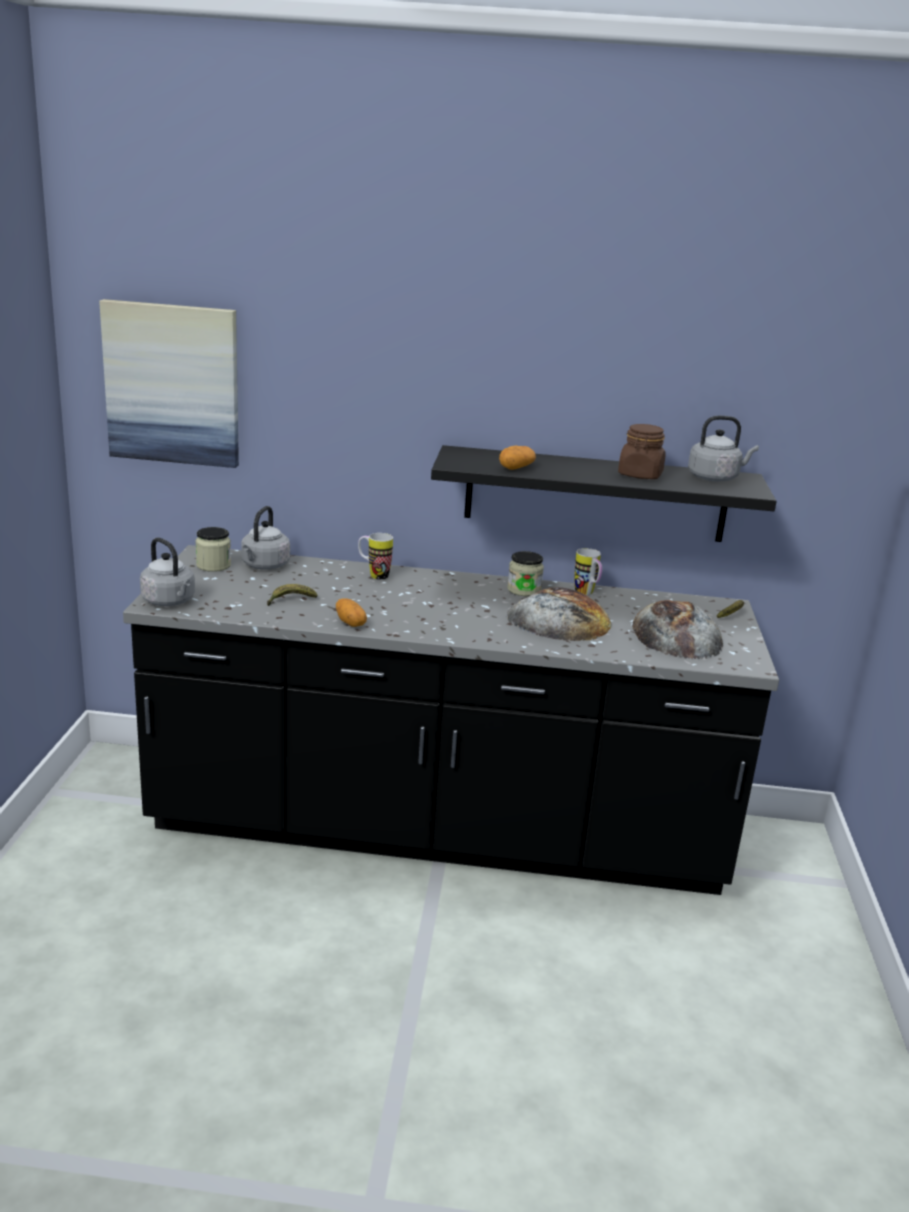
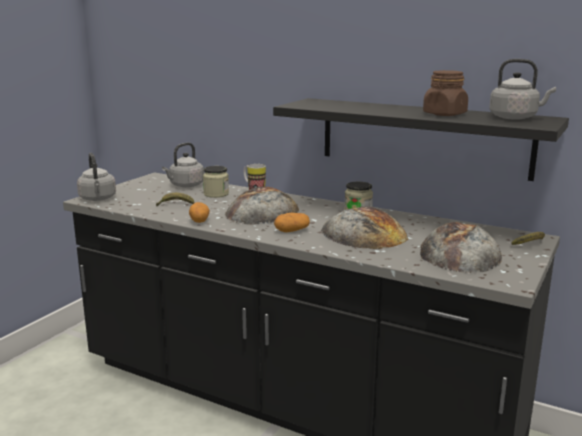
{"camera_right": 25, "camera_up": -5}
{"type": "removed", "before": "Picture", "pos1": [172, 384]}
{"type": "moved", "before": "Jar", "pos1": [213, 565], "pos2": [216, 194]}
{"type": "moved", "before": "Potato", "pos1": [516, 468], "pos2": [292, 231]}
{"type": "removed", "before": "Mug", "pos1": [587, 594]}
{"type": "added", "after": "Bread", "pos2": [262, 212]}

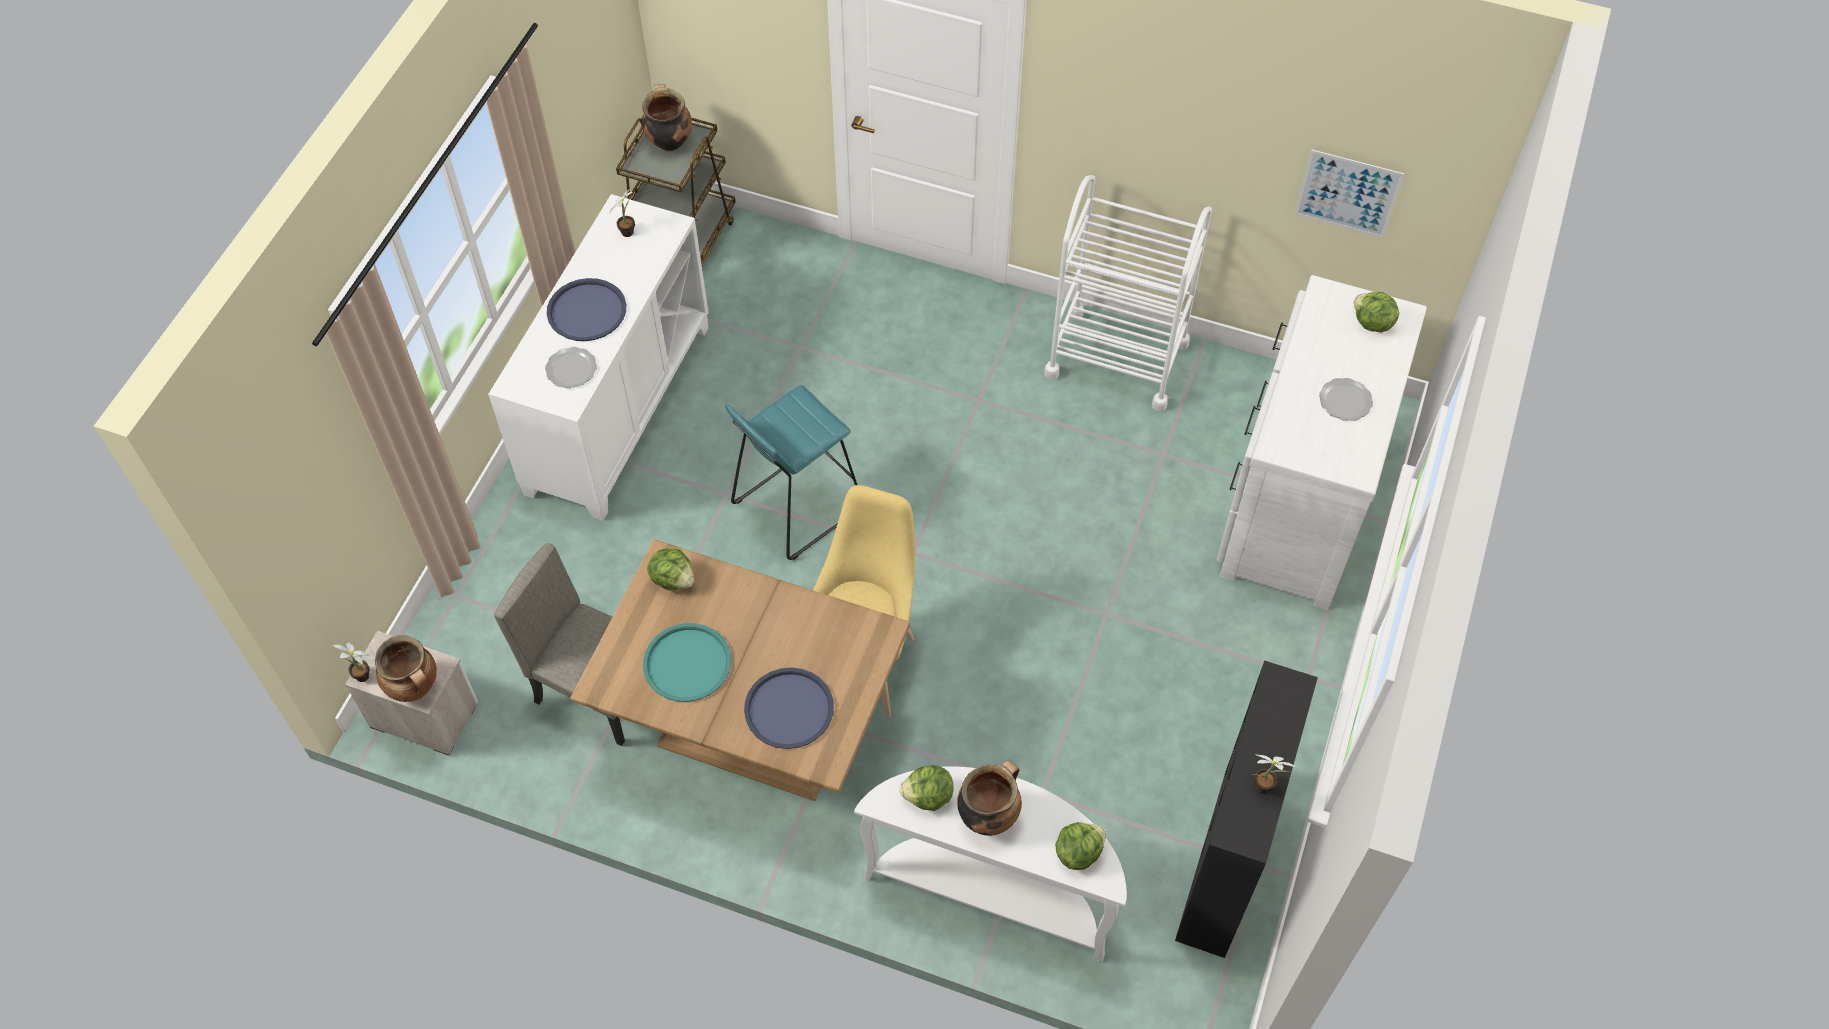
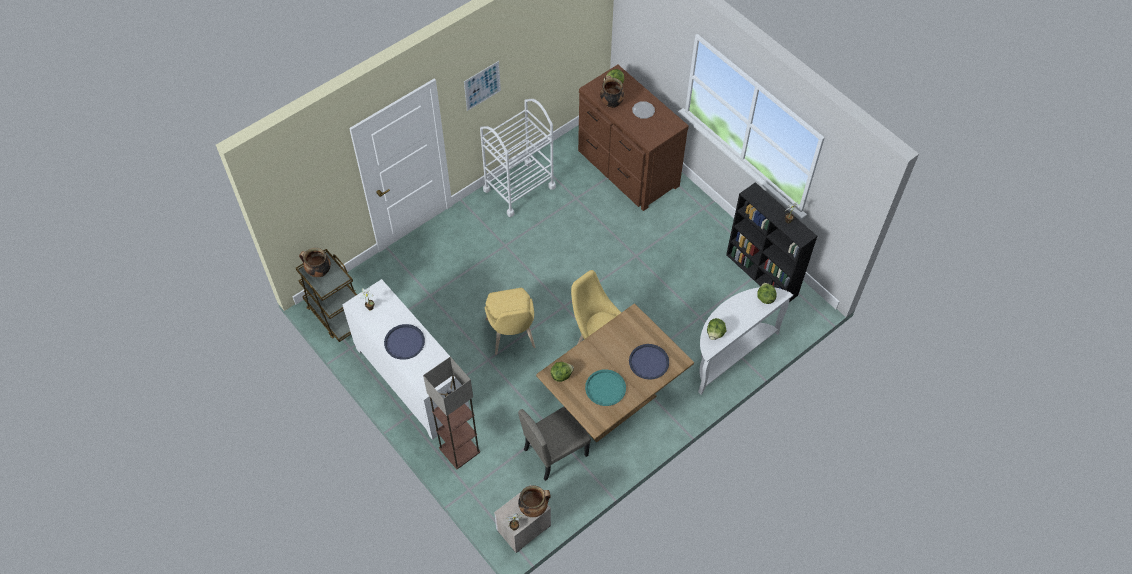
{"camera_right": -60, "camera_up": 0}
{"type": "removed", "before": "Plate", "pos1": [571, 369]}
{"type": "replaced", "before": "TurquoiseStool", "after": "YellowChair", "pos1": [796, 506], "pos2": [512, 336]}
{"type": "moved", "before": "CookingPot", "pos1": [988, 815], "pos2": [611, 102]}
{"type": "recoloured", "before": "WhiteDresser", "after": "BrownDresser", "pos1": [1295, 502], "pos2": [627, 169]}
{"type": "moved", "before": "Picture", "pos1": [1347, 193], "pos2": [482, 86]}
{"type": "added", "after": "FloorLamp", "pos2": [458, 450]}

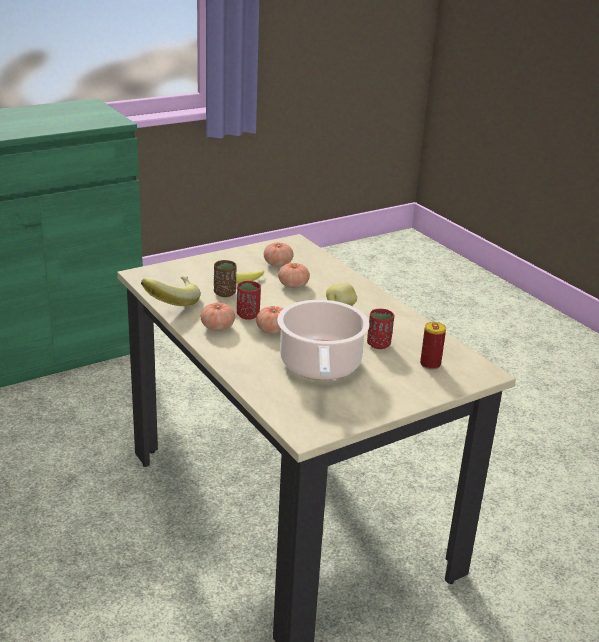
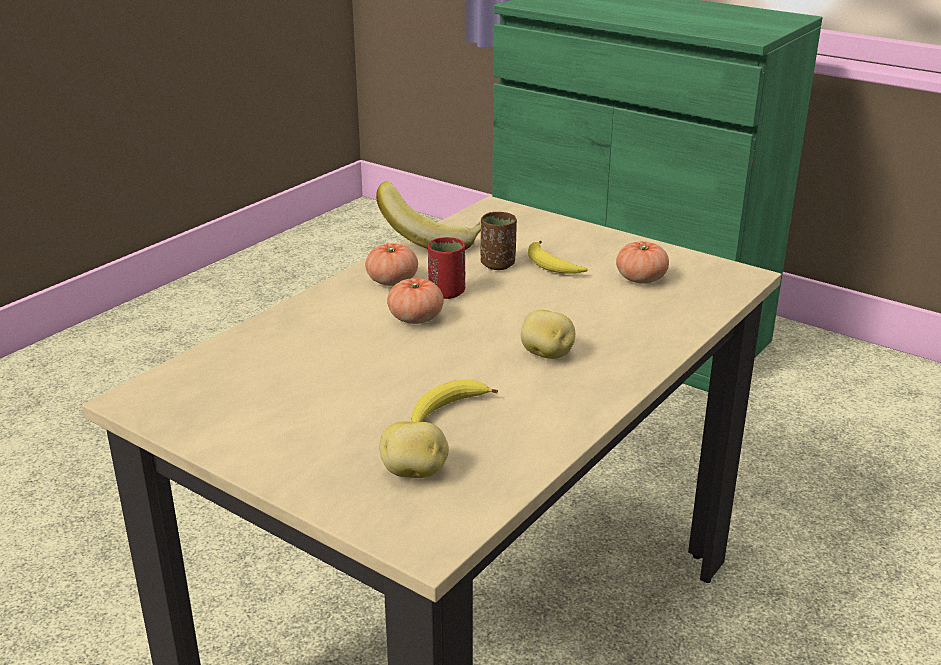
{"camera_right": 70, "camera_up": 0}
{"type": "removed", "before": "CookingPot", "pos1": [320, 366]}
{"type": "removed", "before": "Tomato", "pos1": [293, 285]}
{"type": "replaced", "before": "RedCup", "after": "Banana", "pos1": [378, 344], "pos2": [446, 410]}
{"type": "replaced", "before": "Can", "after": "Potato", "pos1": [430, 364], "pos2": [415, 472]}

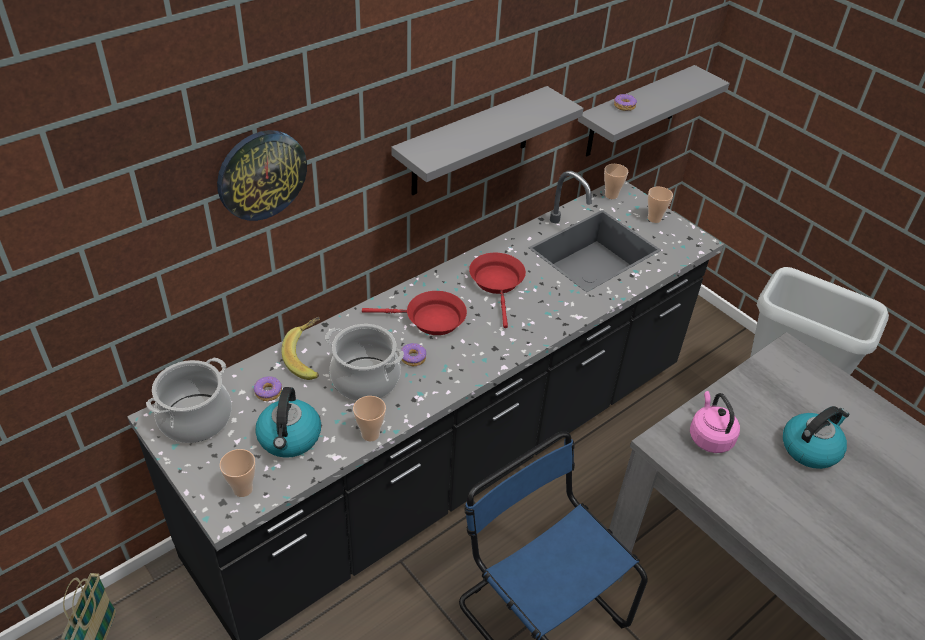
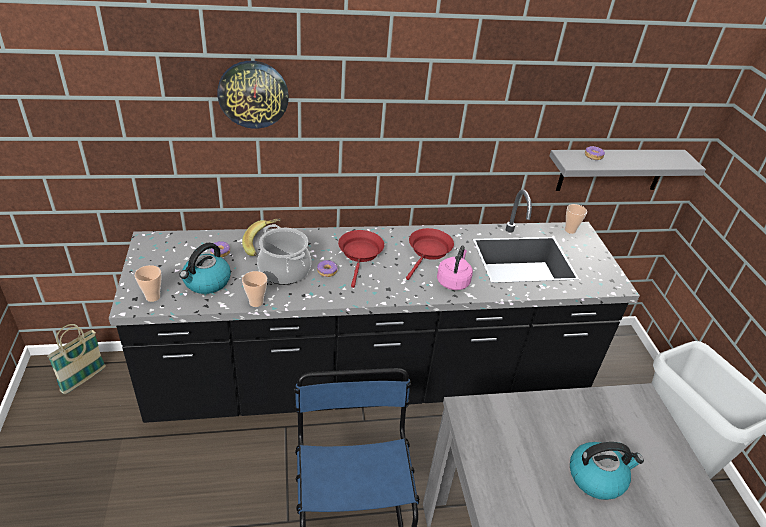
{"camera_right": 30, "camera_up": -5}
{"type": "removed", "before": "CookingPot", "pos1": [195, 419]}
{"type": "turned", "before": "RedFryingPan", "pos1": [430, 319], "pos2": [360, 254], "turn": -120}
{"type": "removed", "before": "GreyShelf", "pos1": [471, 142]}
{"type": "removed", "before": "Cup", "pos1": [654, 218]}
{"type": "moved", "before": "PinkKettle", "pos1": [709, 437], "pos2": [453, 281]}

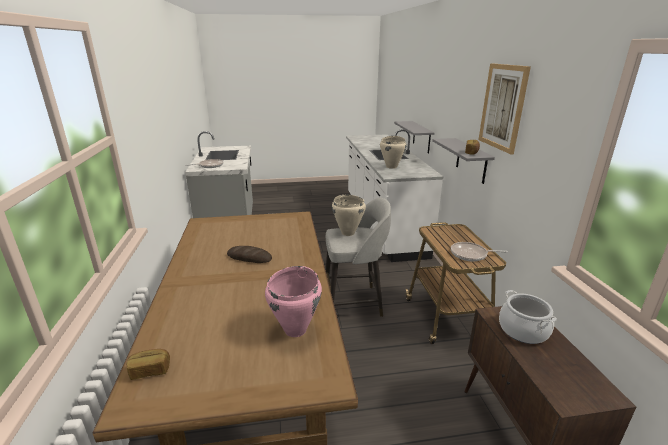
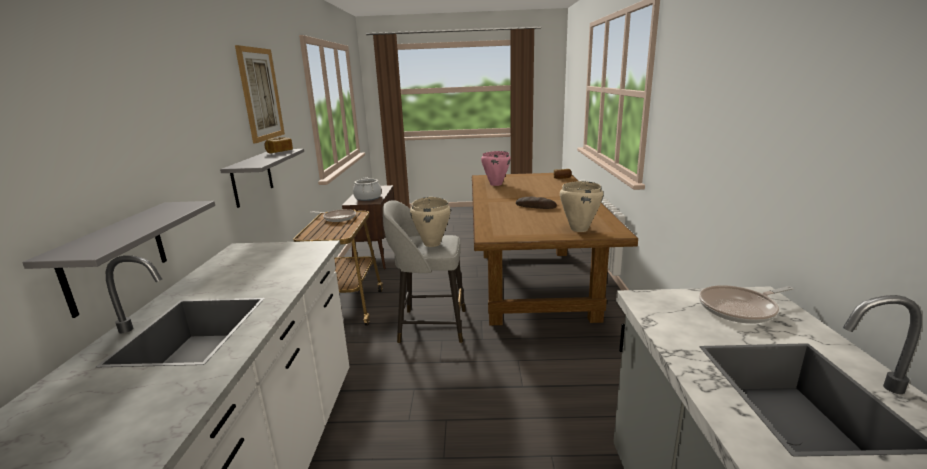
{"camera_right": -170, "camera_up": -5}
{"type": "moved", "before": "BeigeCookingPot", "pos1": [391, 167], "pos2": [579, 229]}

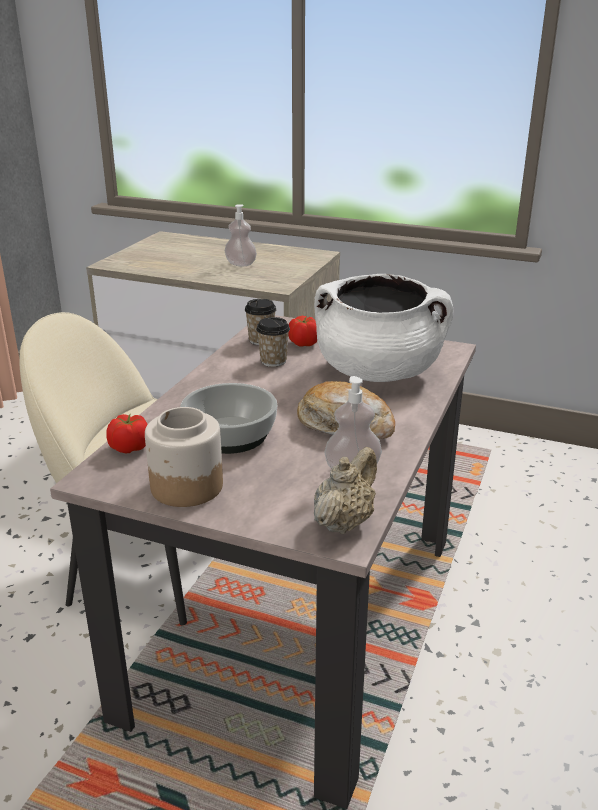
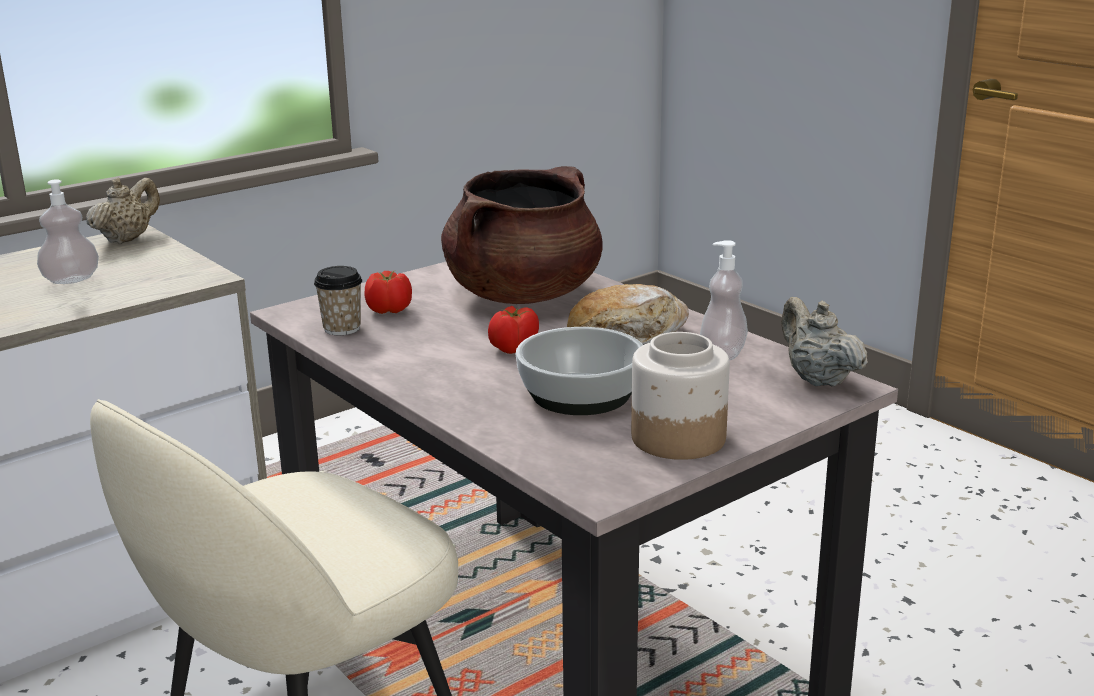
{"camera_right": -60, "camera_up": -5}
{"type": "moved", "before": "Tomato", "pos1": [130, 448], "pos2": [513, 349]}
{"type": "removed", "before": "Cup", "pos1": [273, 361]}
{"type": "recoloured", "before": "WhiteCookingPot", "after": "BrownCookingPot", "pos1": [378, 372], "pos2": [523, 295]}
{"type": "added", "after": "BeigeTeapot", "pos2": [127, 239]}

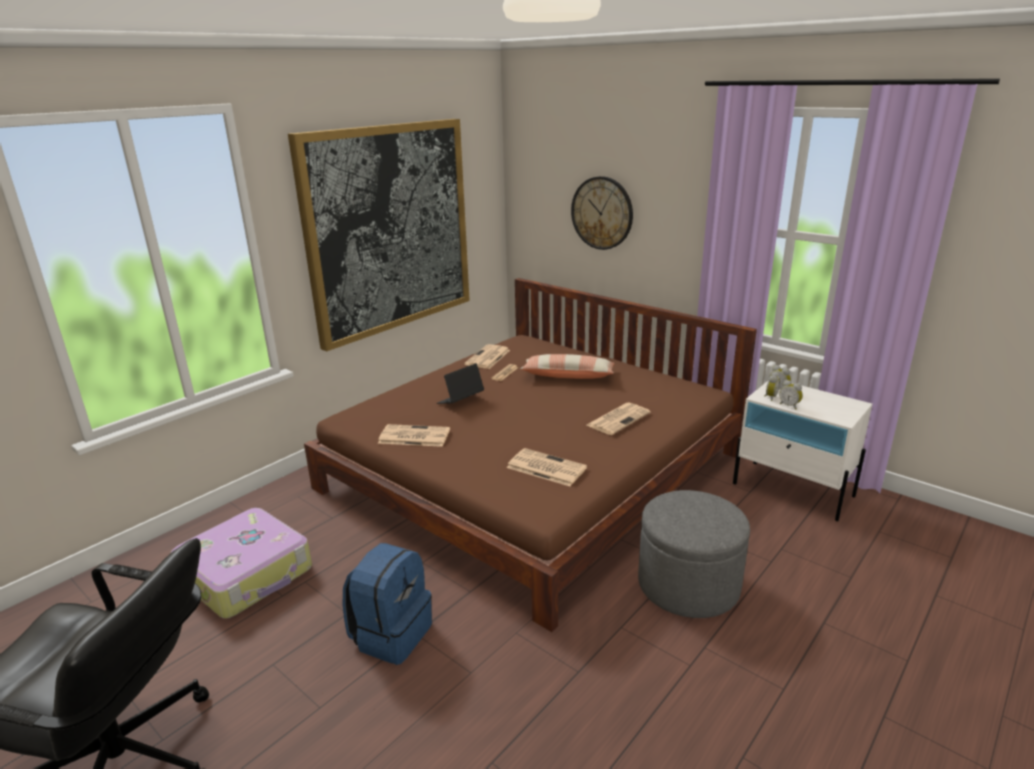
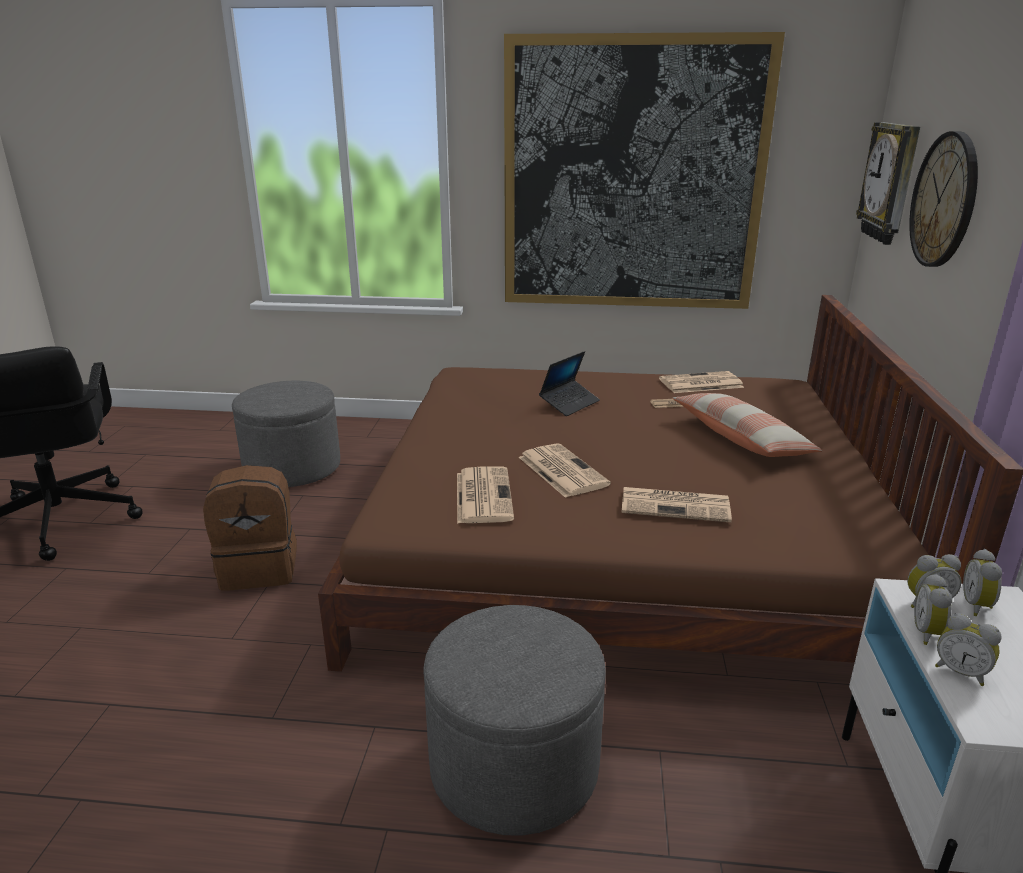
{"camera_right": 55, "camera_up": 0}
{"type": "replaced", "before": "Suitcase", "after": "GreyOttoman", "pos1": [248, 574], "pos2": [292, 468]}
{"type": "recoloured", "before": "BlueBackpack", "after": "BrownBackpack", "pos1": [391, 634], "pos2": [260, 568]}
{"type": "moved", "before": "Newspaper", "pos1": [413, 436], "pos2": [561, 470]}
{"type": "turned", "before": "Laptop", "pos1": [460, 401], "pos2": [569, 403], "turn": 120}
{"type": "added", "after": "WallClock", "pos2": [890, 182]}
{"type": "added", "after": "AlarmClock", "pos2": [960, 672]}

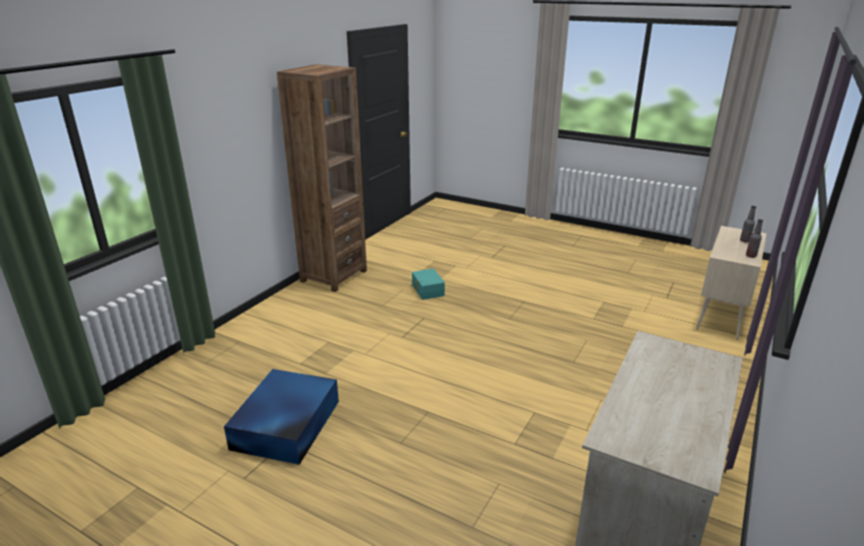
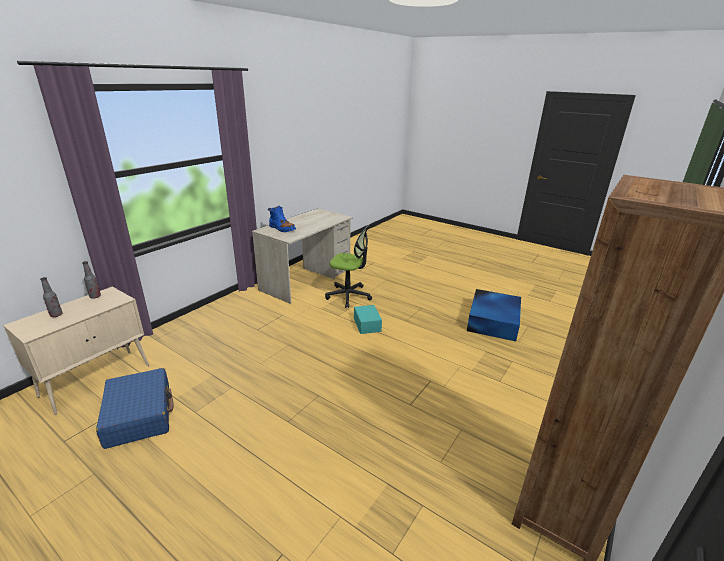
{"camera_right": -175, "camera_up": 0}
{"type": "moved", "before": "TurquoiseStorageBox", "pos1": [427, 290], "pos2": [368, 324]}
{"type": "added", "after": "BlueSuitcase", "pos2": [139, 415]}
{"type": "added", "after": "BlueBoot", "pos2": [282, 229]}
{"type": "added", "after": "OfficeChair", "pos2": [348, 296]}

